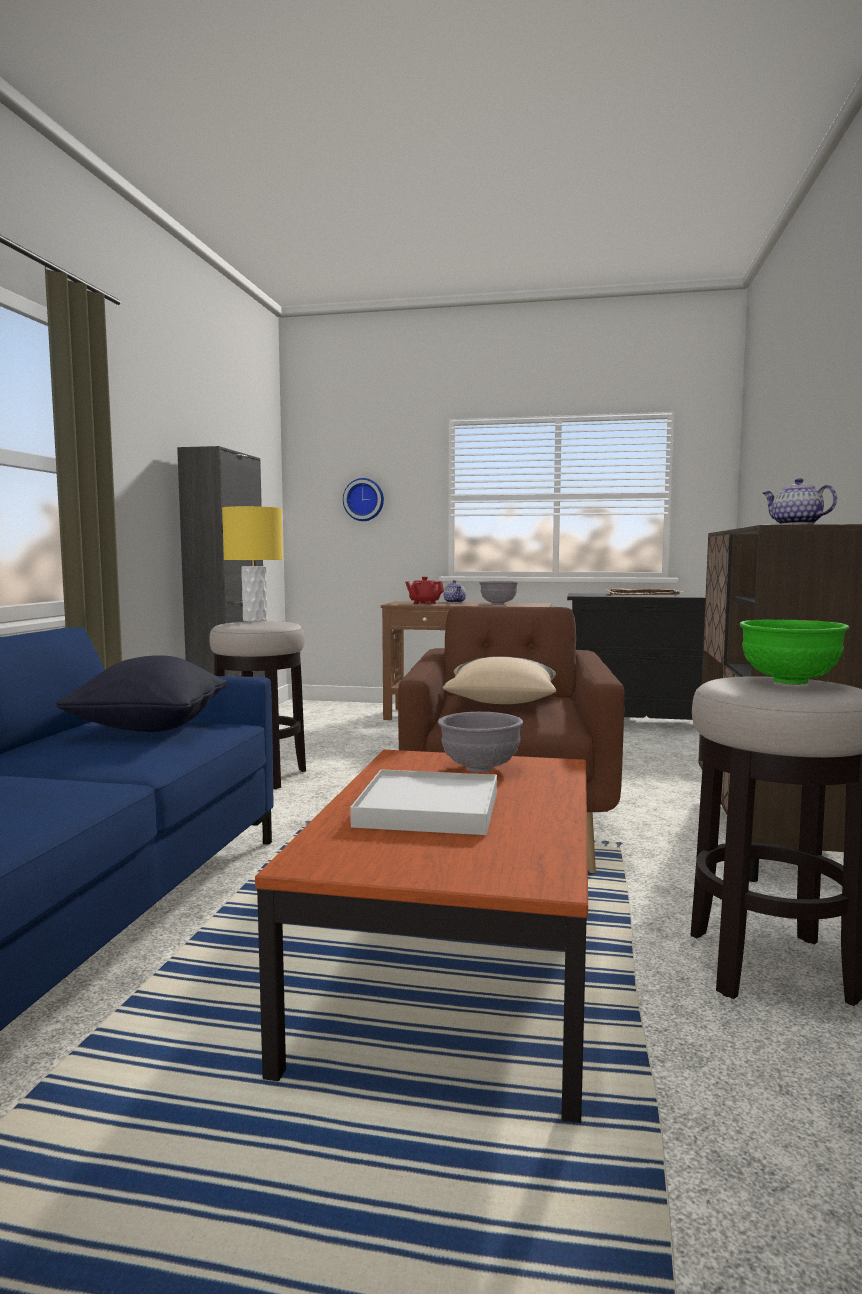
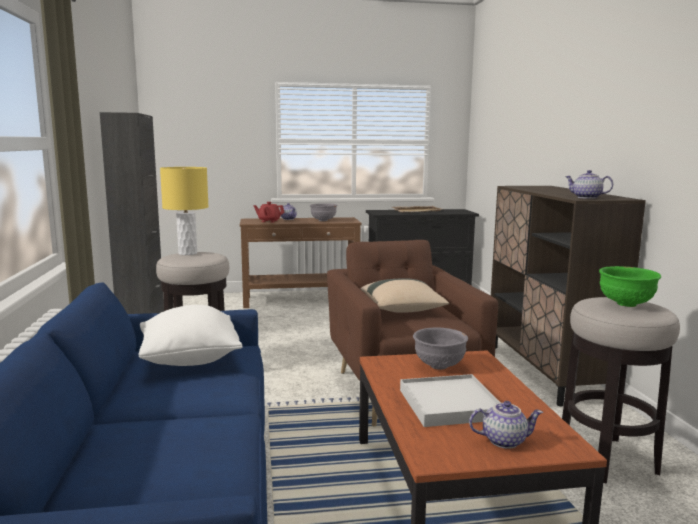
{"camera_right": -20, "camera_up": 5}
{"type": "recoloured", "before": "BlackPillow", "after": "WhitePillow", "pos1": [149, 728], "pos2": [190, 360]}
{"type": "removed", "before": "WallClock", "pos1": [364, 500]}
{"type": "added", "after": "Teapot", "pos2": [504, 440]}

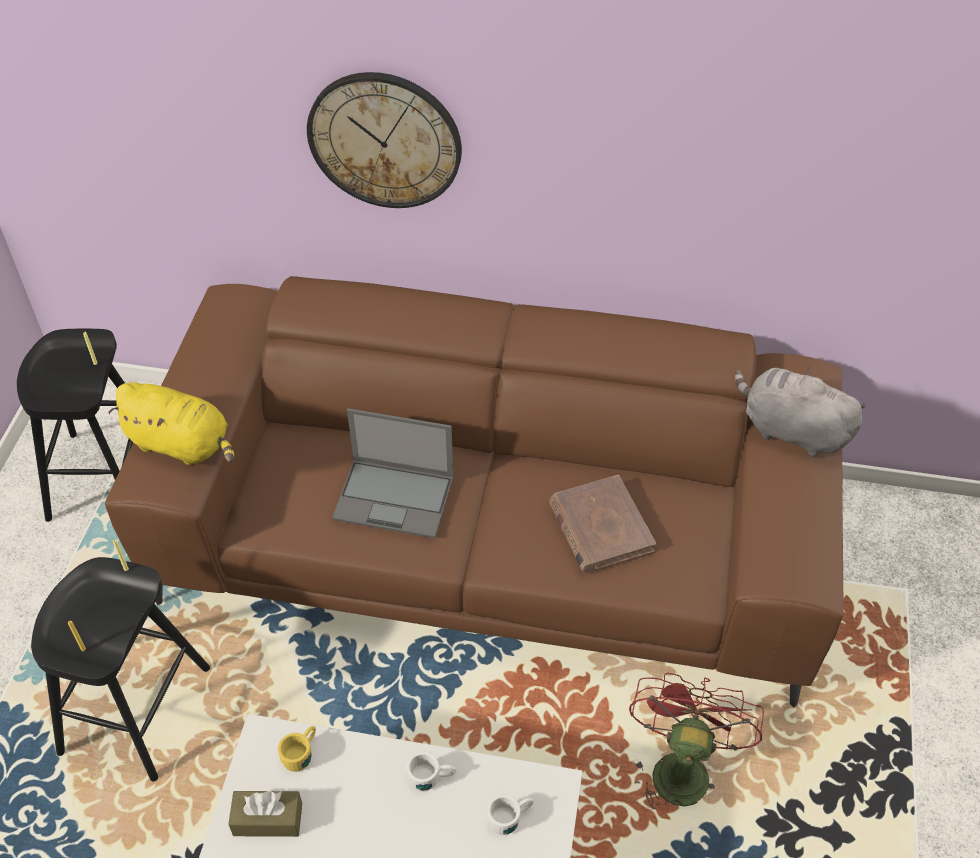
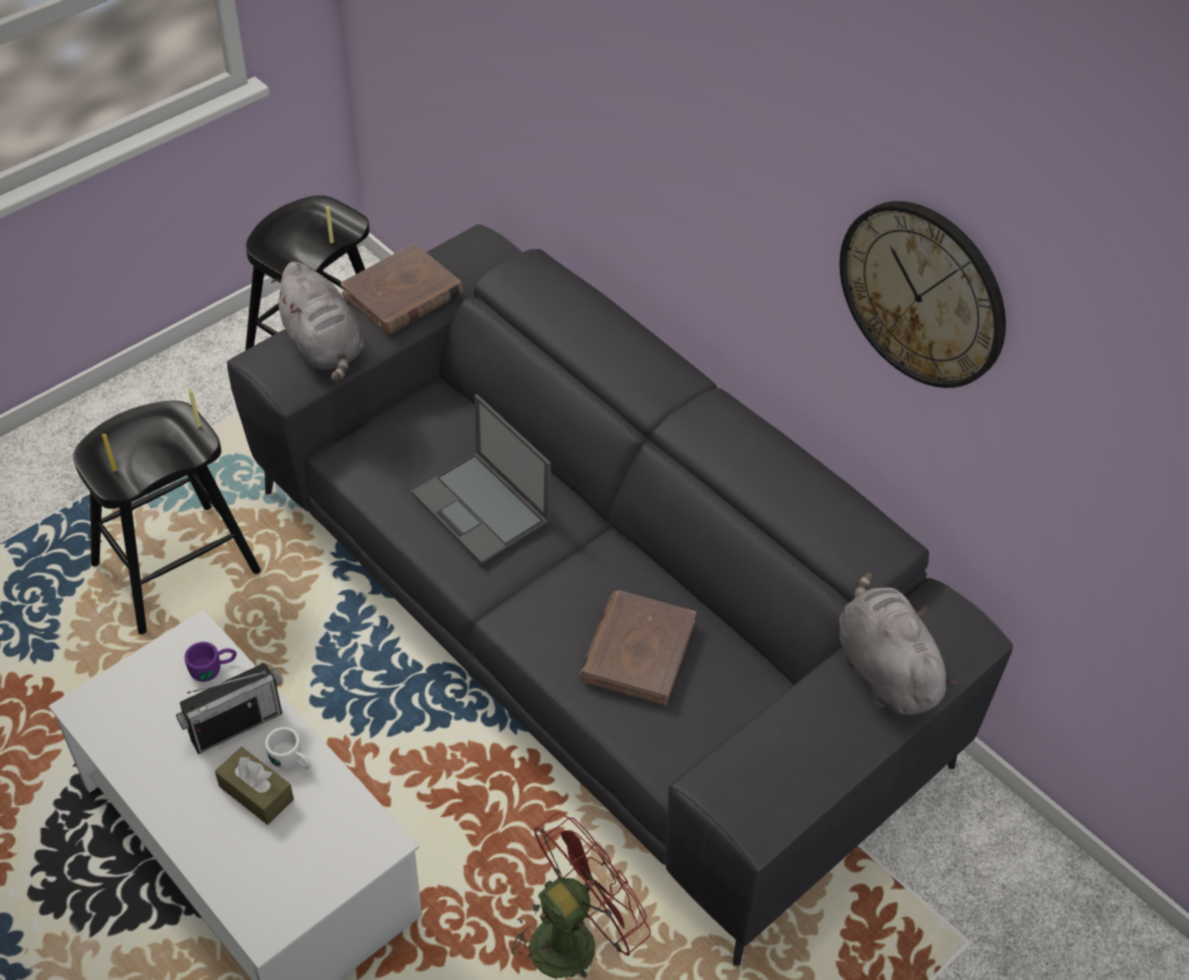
{"camera_right": 35, "camera_up": 0}
{"type": "recoloured", "before": "BrownSofa", "after": "GreySofa", "pos1": [490, 544], "pos2": [589, 623]}
{"type": "recoloured", "before": "YellowPlushToy", "after": "GreyPlushToy", "pos1": [182, 444], "pos2": [324, 347]}
{"type": "moved", "before": "BrownTissueBox", "pos1": [268, 819], "pos2": [256, 793]}
{"type": "recoloured", "before": "YellowMug", "after": "PurpleMug", "pos1": [302, 752], "pos2": [214, 668]}
{"type": "moved", "before": "WallClock", "pos1": [385, 140], "pos2": [923, 294]}
{"type": "removed", "before": "WhiteMug", "pos1": [511, 817]}
{"type": "added", "after": "Radio", "pos2": [236, 725]}
{"type": "added", "after": "BrownBook", "pos2": [402, 294]}

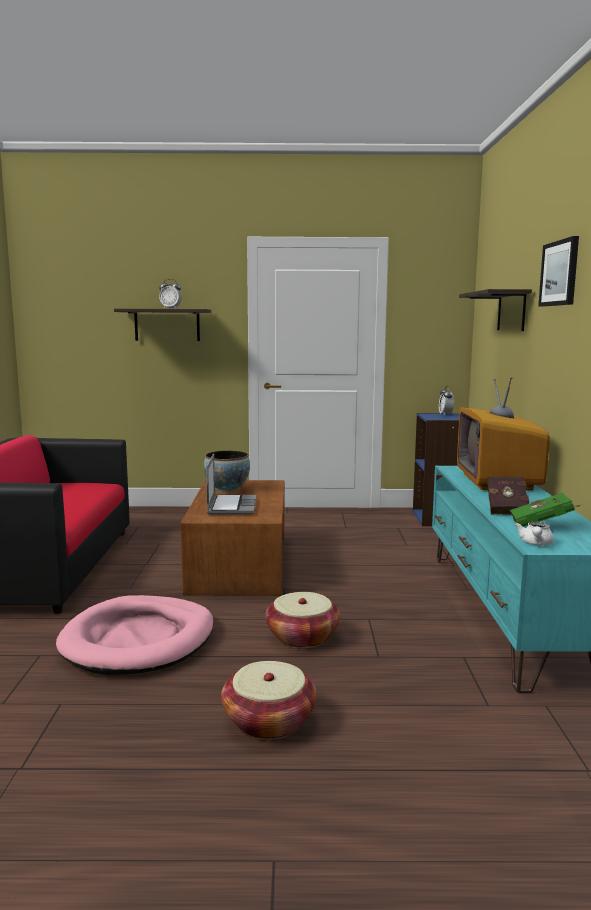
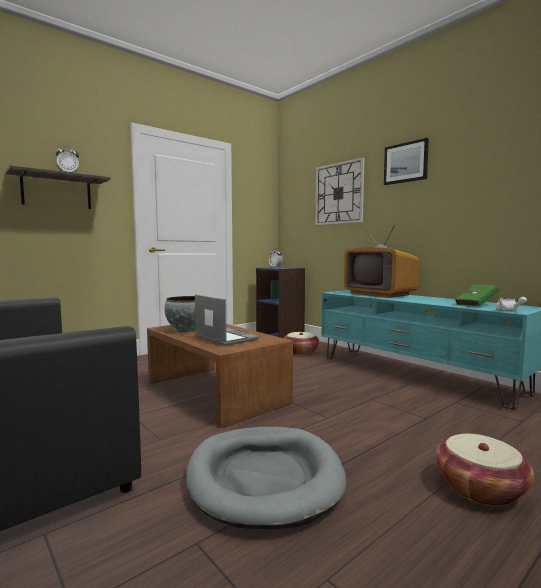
{"camera_right": -40, "camera_up": -5}
{"type": "recoloured", "before": "PinkDogBed", "after": "GreyDogBed", "pos1": [139, 640], "pos2": [264, 478]}
{"type": "moved", "before": "Basket", "pos1": [302, 637], "pos2": [301, 352]}
{"type": "replaced", "before": "Shelf", "after": "WallClock", "pos1": [511, 311], "pos2": [339, 193]}
{"type": "removed", "before": "RedBook", "pos1": [507, 508]}

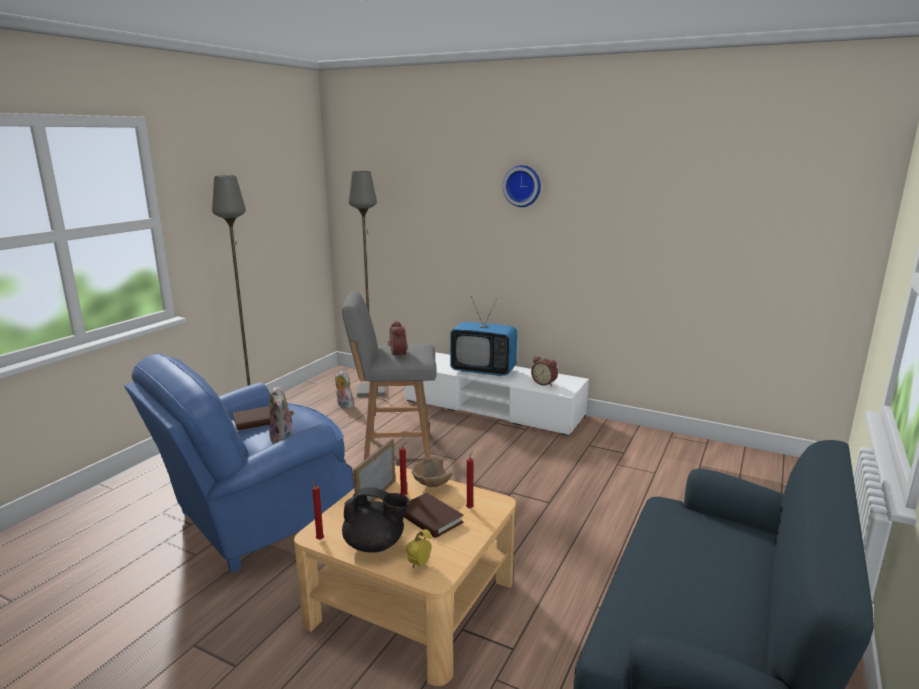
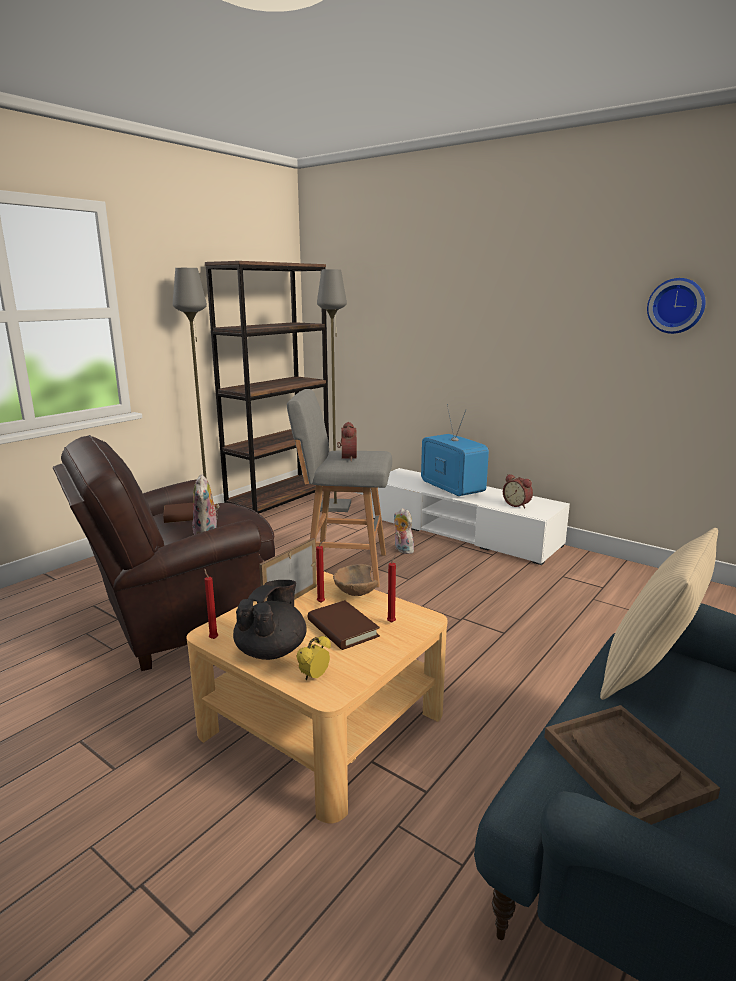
{"camera_right": 10, "camera_up": 0}
{"type": "recoloured", "before": "BlueArmchair", "after": "BrownArmchair", "pos1": [256, 519], "pos2": [183, 621]}
{"type": "moved", "before": "PlushToy", "pos1": [343, 405], "pos2": [402, 550]}
{"type": "turned", "before": "BlackTeapot", "pos1": [375, 545], "pos2": [272, 650], "turn": -90}
{"type": "turned", "before": "Television", "pos1": [483, 370], "pos2": [451, 489], "turn": -150}
{"type": "moved", "before": "WallClock", "pos1": [522, 186], "pos2": [676, 306]}
{"type": "added", "after": "BrownBookcase", "pos2": [280, 501]}
{"type": "added", "after": "BrownTray", "pos2": [624, 765]}
{"type": "added", "after": "BeigePillow", "pos2": [650, 671]}

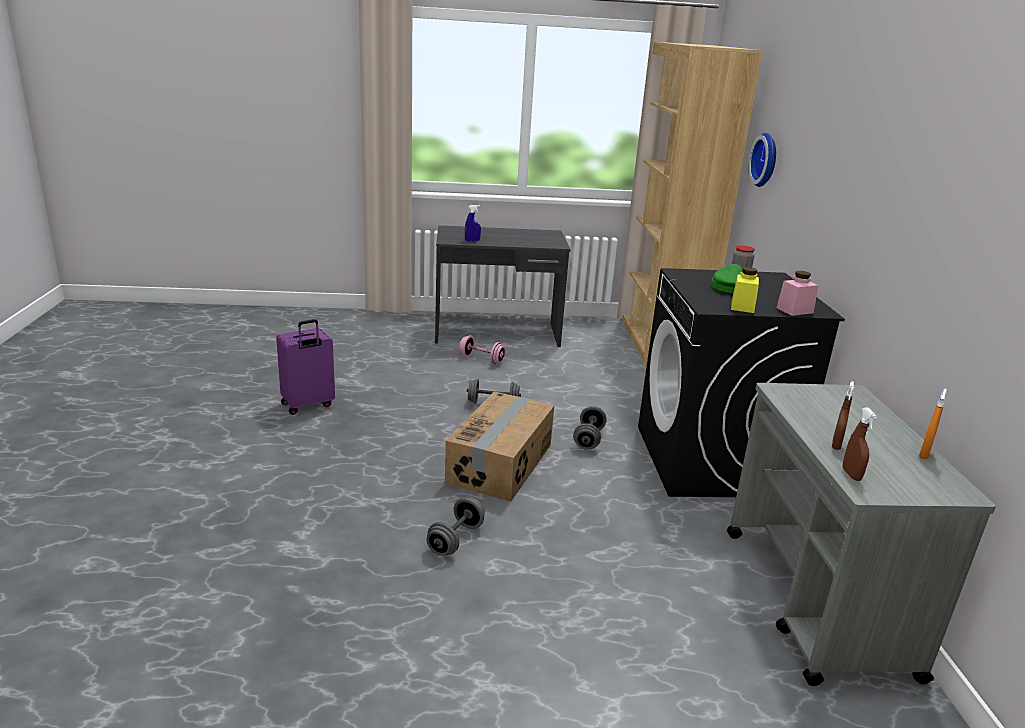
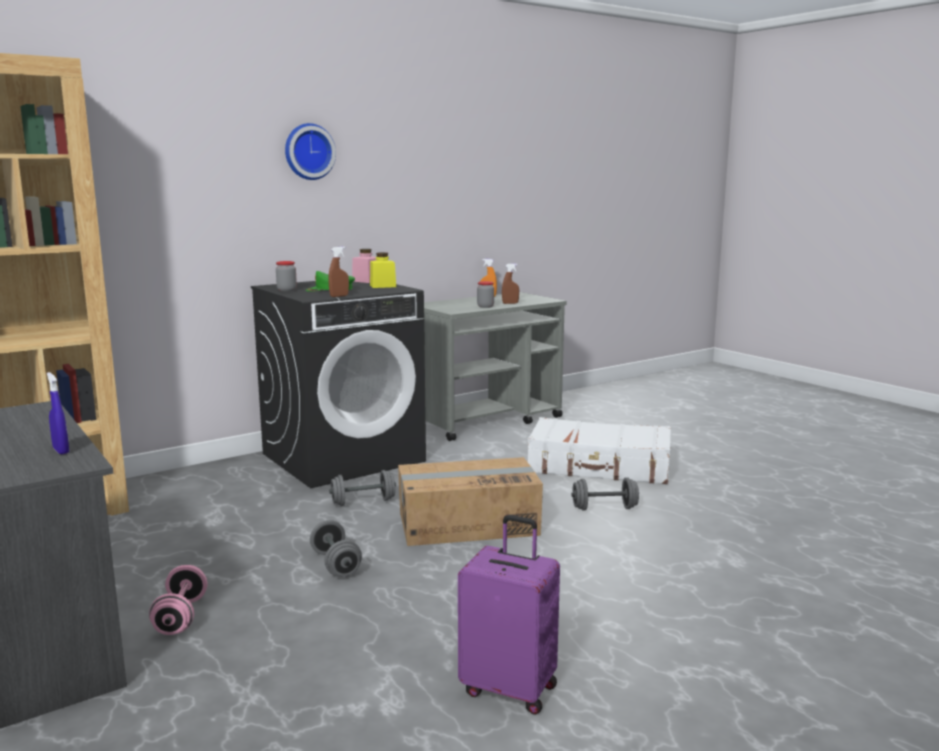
{"camera_right": -120, "camera_up": -10}
{"type": "moved", "before": "WallClock", "pos1": [767, 160], "pos2": [308, 152]}
{"type": "moved", "before": "BrownSprayBottle", "pos1": [851, 474], "pos2": [339, 296]}
{"type": "added", "after": "Jar", "pos2": [485, 306]}
{"type": "added", "after": "WhiteSuitcase", "pos2": [599, 467]}

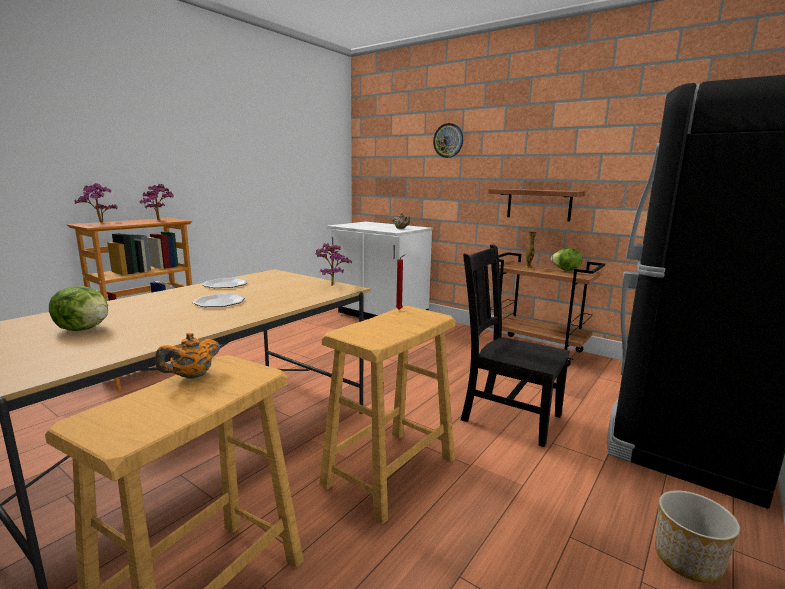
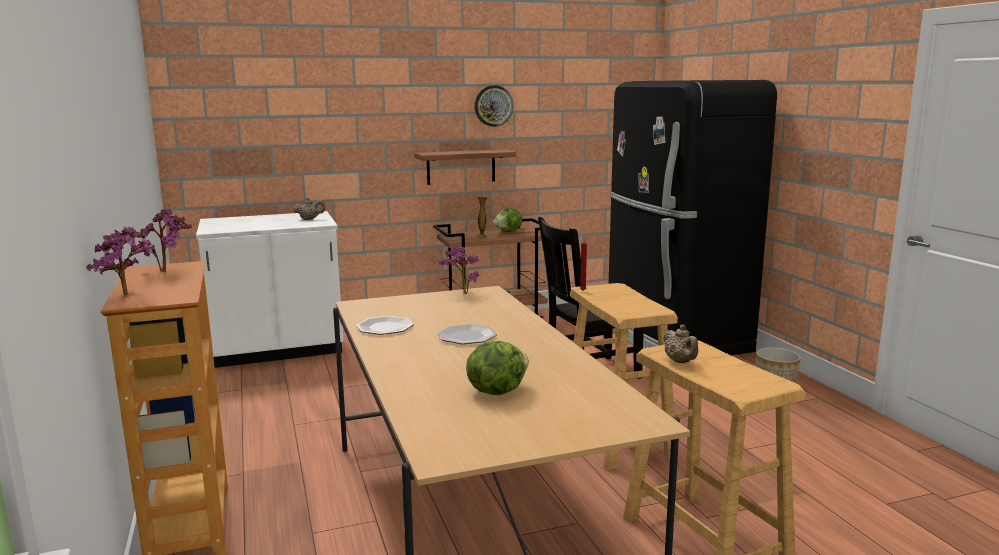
{"camera_right": -55, "camera_up": 0}
{"type": "recoloured", "before": "OrangeTeapot", "after": "BeigeTeapot", "pos1": [192, 376], "pos2": [680, 362]}
{"type": "moved", "before": "WallClock", "pos1": [448, 140], "pos2": [493, 106]}

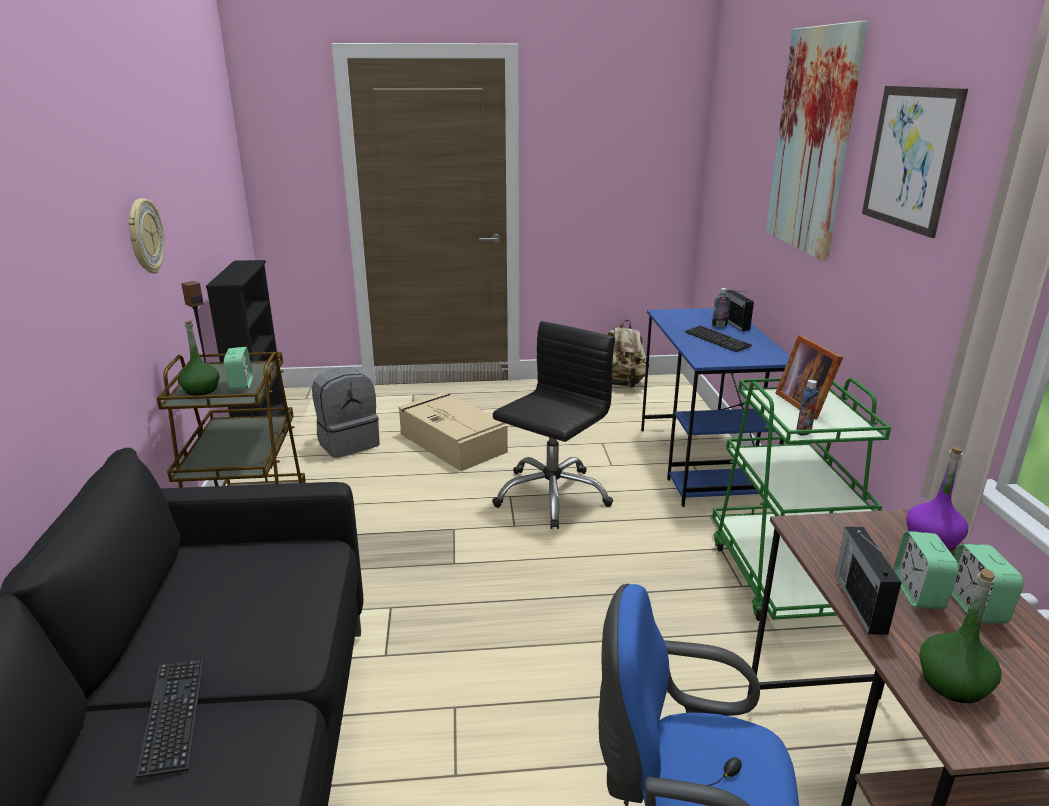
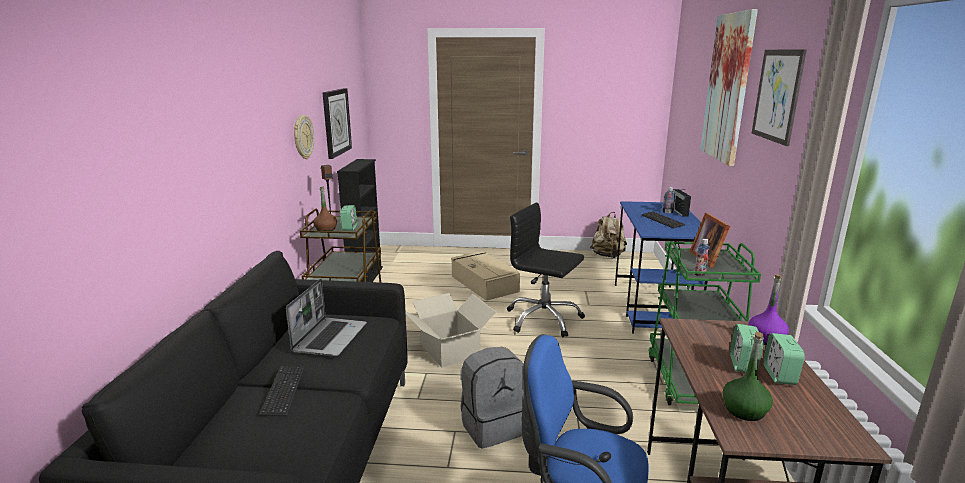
{"camera_right": 10, "camera_up": -5}
{"type": "recoloured", "before": "GreenBottle", "after": "BrownBottle", "pos1": [201, 390], "pos2": [326, 229]}
{"type": "moved", "before": "GreyBackpack", "pos1": [348, 443], "pos2": [493, 426]}
{"type": "turned", "before": "BlackOfficeChair", "pos1": [551, 495], "pos2": [543, 319], "turn": -105}
{"type": "removed", "before": "Radio", "pos1": [859, 602]}
{"type": "added", "after": "Laptop", "pos2": [330, 337]}
{"type": "added", "after": "WallClock", "pos2": [336, 122]}
{"type": "added", "after": "CardboardBox", "pos2": [450, 350]}

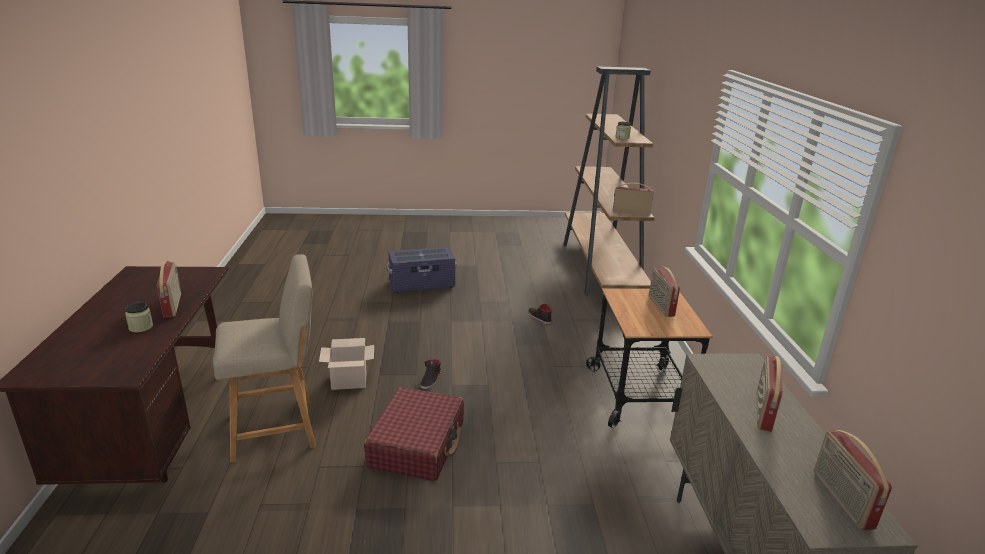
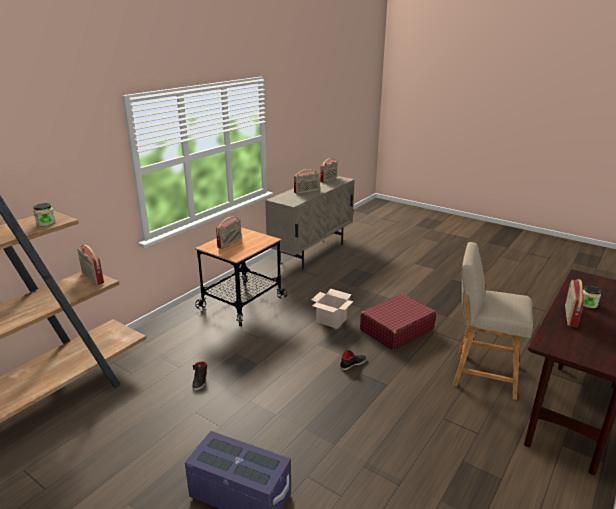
{"camera_right": -140, "camera_up": 0}
{"type": "moved", "before": "CardboardBox", "pos1": [350, 380], "pos2": [330, 321]}

